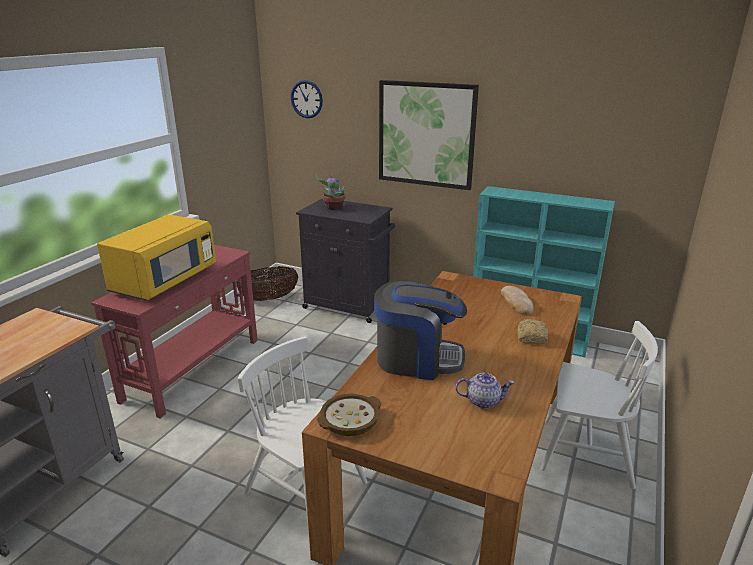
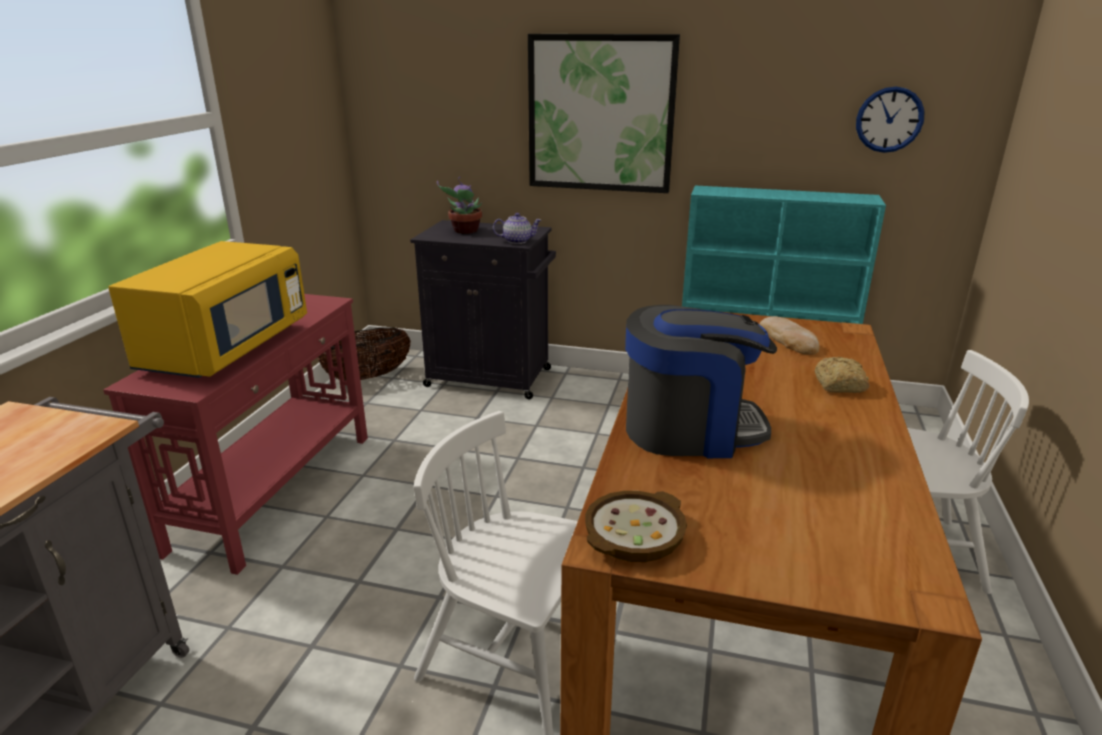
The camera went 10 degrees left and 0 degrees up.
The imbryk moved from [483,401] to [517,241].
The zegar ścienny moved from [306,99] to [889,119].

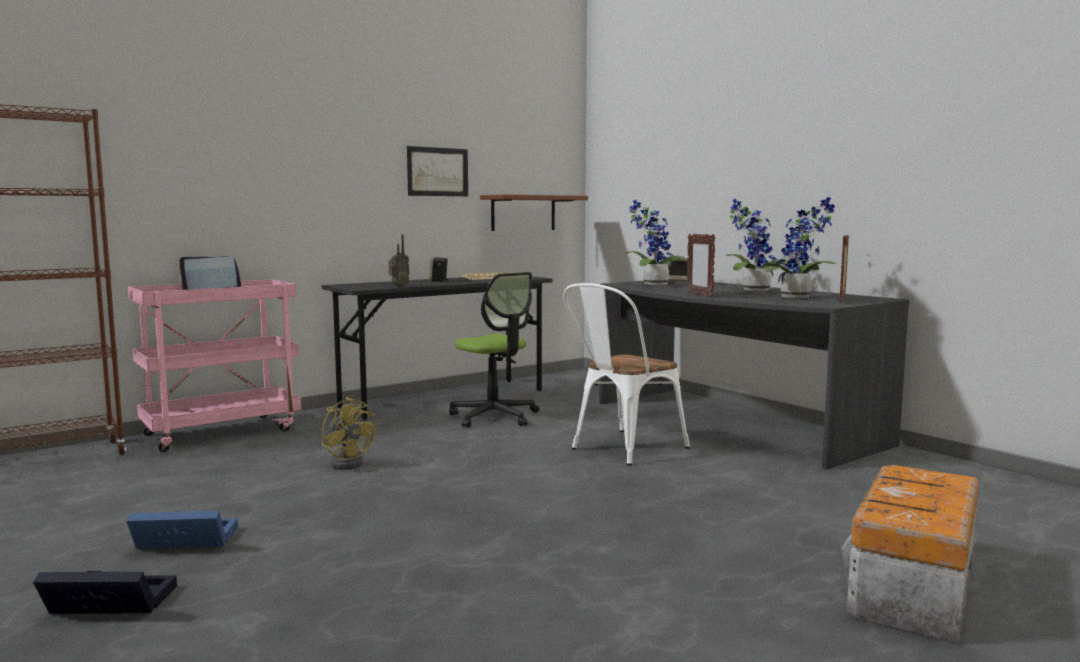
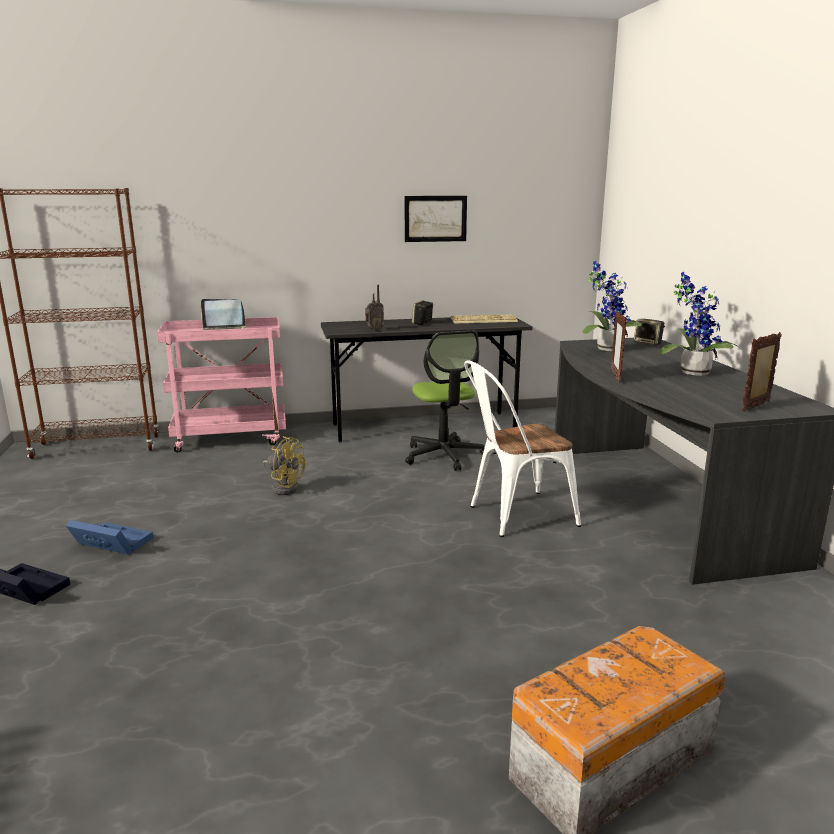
The camera went 25 degrees right and 10 degrees up.
The wentylator [żółty] at [349,462] turned 45 degrees counterclockwise.
The półka [brązowy] at [523,213] disappeared.
The roślina doniczkowa at [799,297] disappeared.

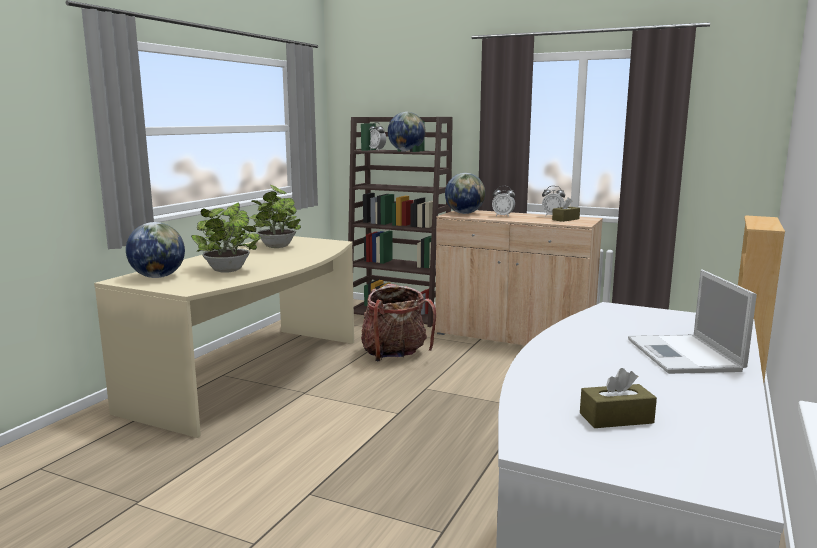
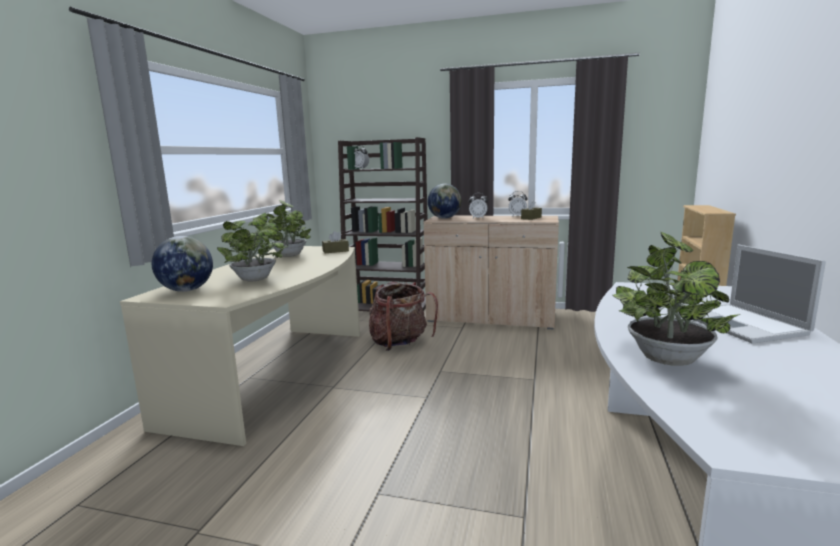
The camera went 10 degrees left and 0 degrees up.
The pudełko chusteczek [brązowy] moved from [616,418] to [335,251].
The roślina doniczkowa at [666,356] appeared.
The globus at [406,151] disappeared.

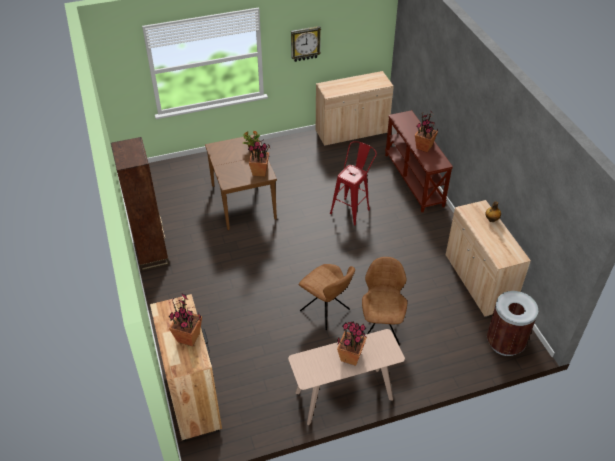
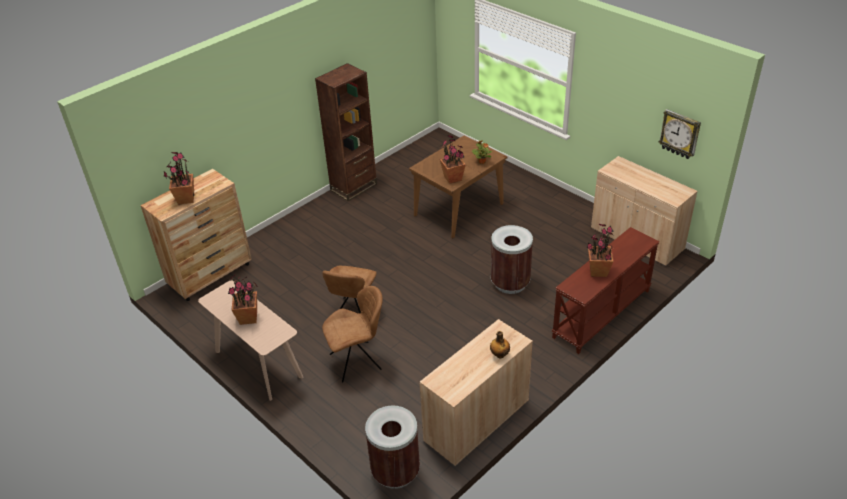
The camera went 65 degrees right and 5 degrees down.
The stołek [czerwony] at [352,209] was replaced by the kosz na śmieci [brązowy] at [510,283].
The zegar ścienny moved from [305,43] to [680,134].

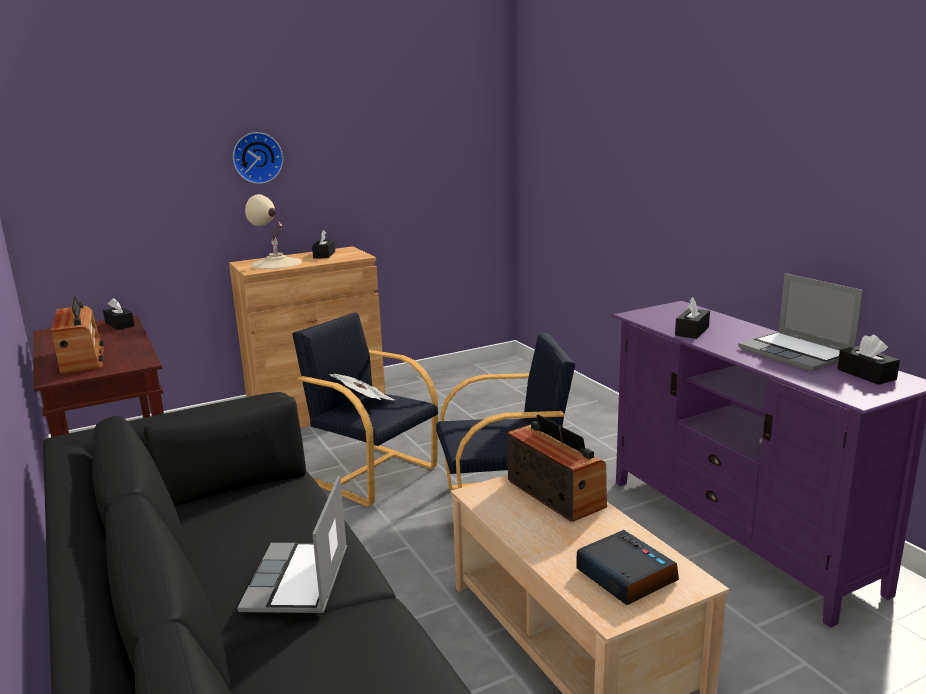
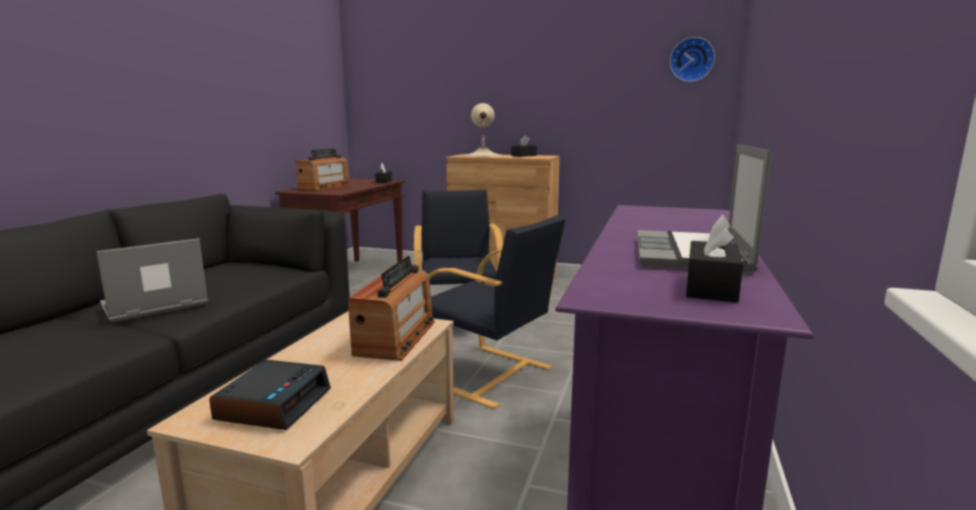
The camera went 45 degrees right and 5 degrees down.
The zegar ścienny moved from [257,157] to [692,60].
The gazeta at [363,402] disappeared.
The pudełko chusteczek [czarny] at [692,331] disappeared.

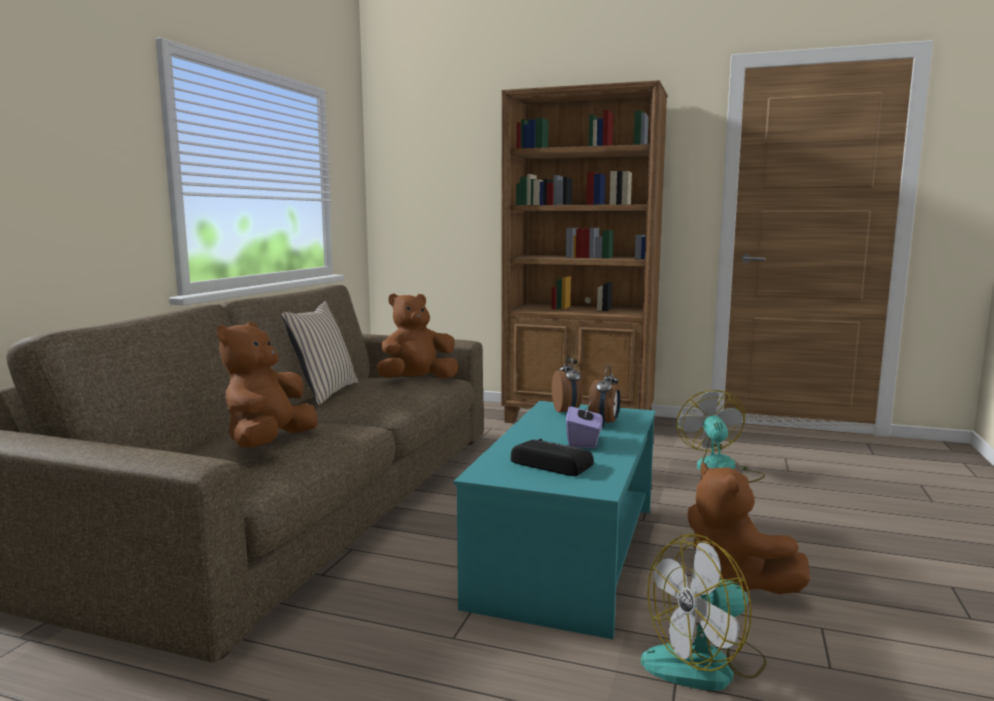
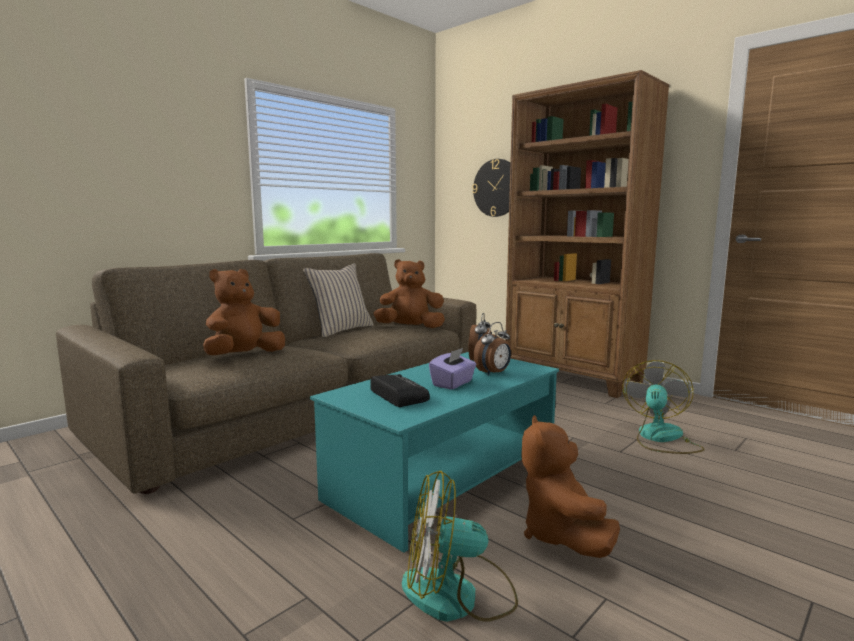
The camera went 25 degrees right and 0 degrees up.
The zegar ścienny at [496,188] appeared.

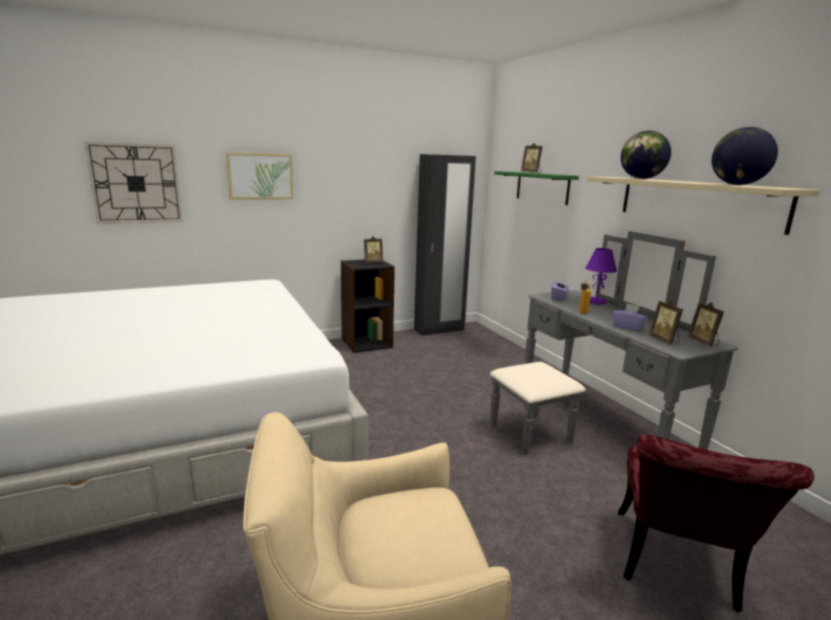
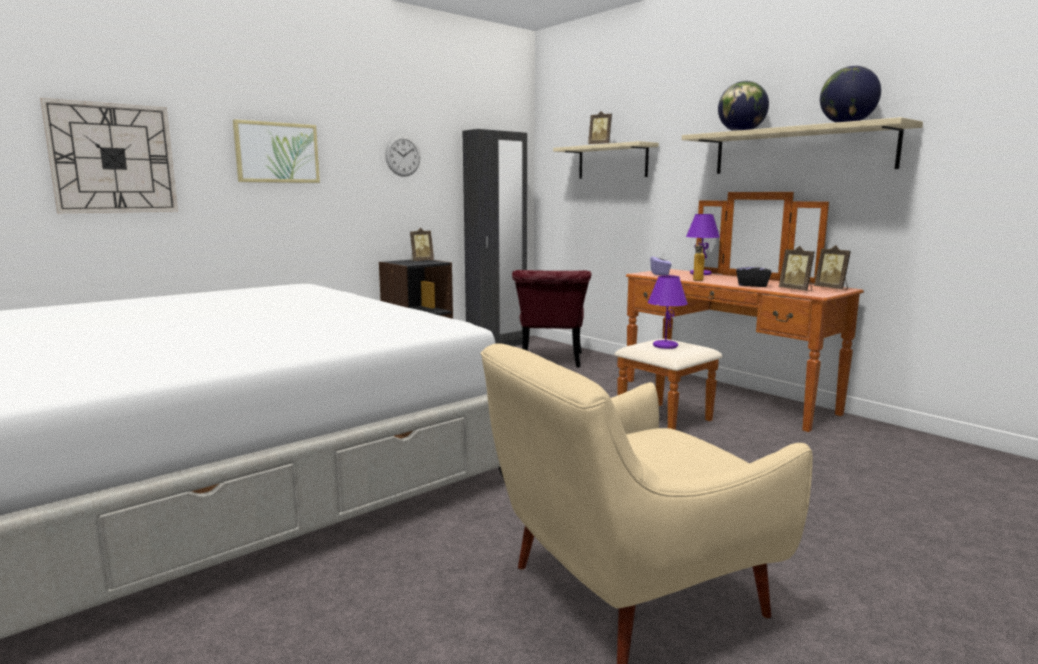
The camera went 15 degrees left and 5 degrees down.
The zegar ścienny at [403,156] appeared.
The krzesło [czerwony] moved from [676,568] to [551,361].
The półka [zielony] at [542,187] became the półka [beżowy] at [612,162].
The komoda [szary] at [587,420] became the komoda [brązowy] at [713,401].
The lampa stołowa [fioletowy] at [665,346] appeared.
The pudełko chusteczek [fioletowy] at [628,327] became the pudełko chusteczek [czarny] at [753,285].

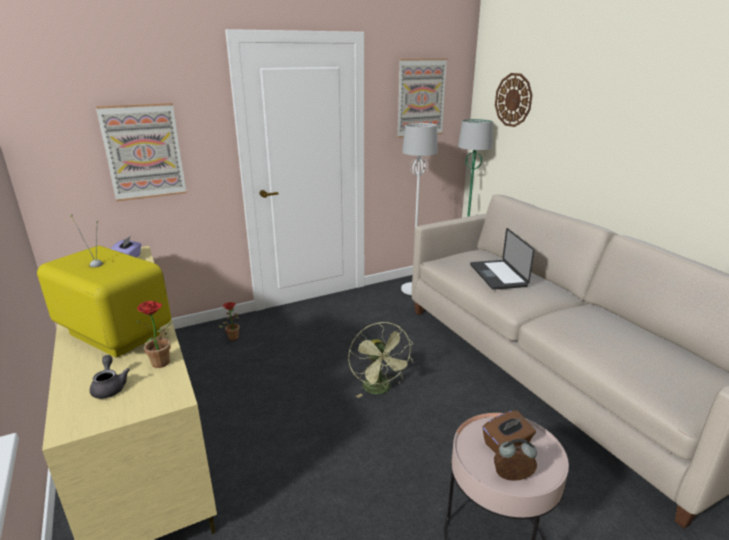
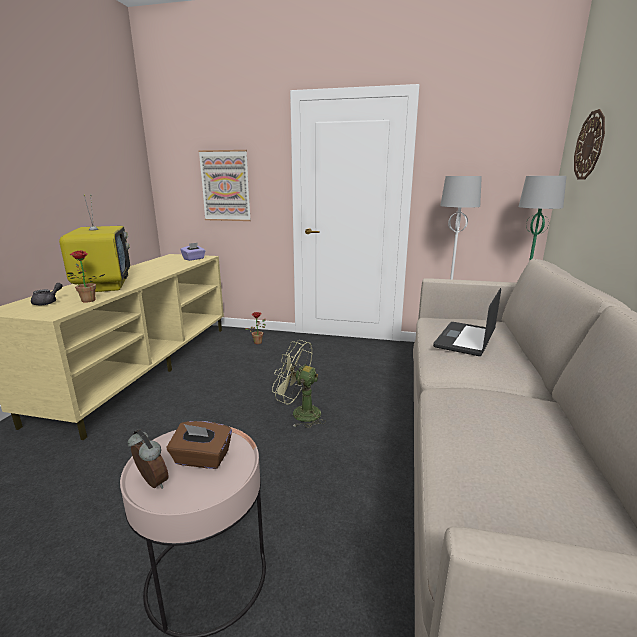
The camera went 40 degrees right and 5 degrees down.
The wentylator [zielony] at [380,389] turned 90 degrees clockwise.
The obraz at [421,98] disappeared.

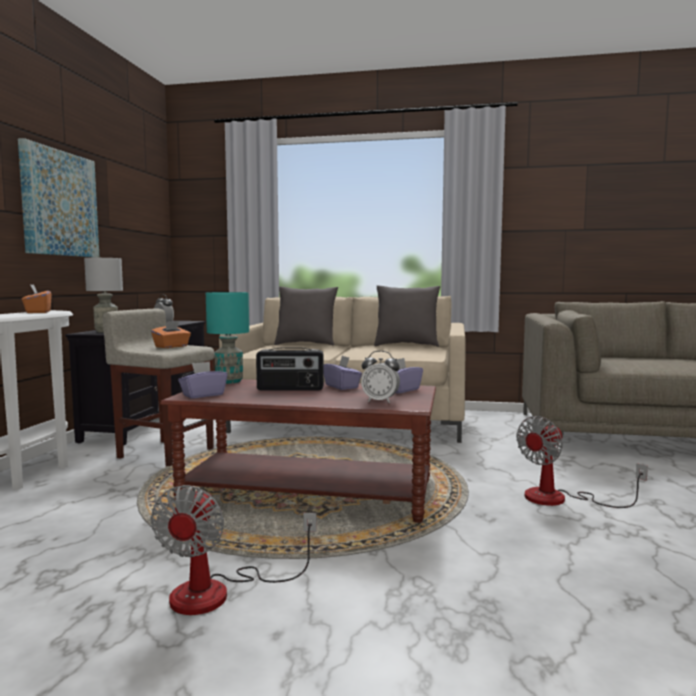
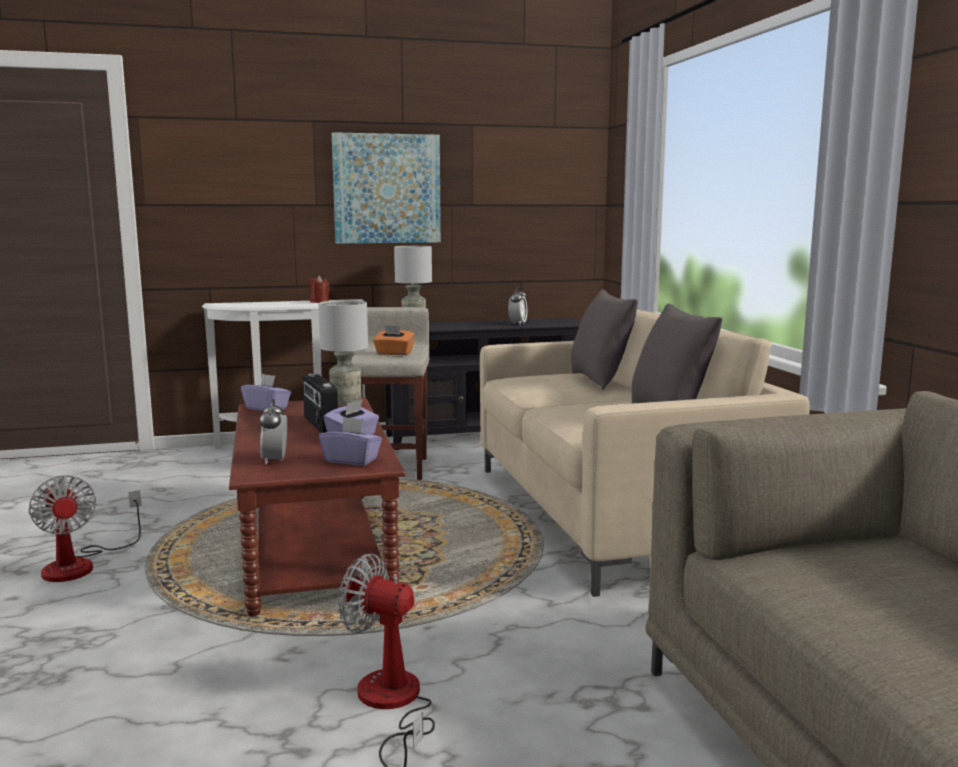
The camera went 65 degrees right and 5 degrees up.
The wentylator at [220,592] turned 105 degrees counterclockwise.
The pudełko chusteczek [pomarańczowy] at [37,312] was replaced by the świeca [czerwony] at [319,302].
The lampa stołowa [turkusowy] at [229,381] became the lampa stołowa [szary] at [346,403].

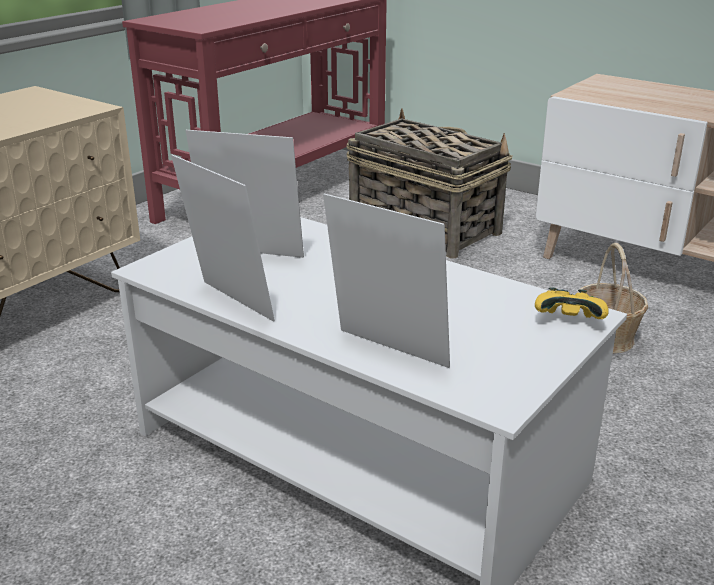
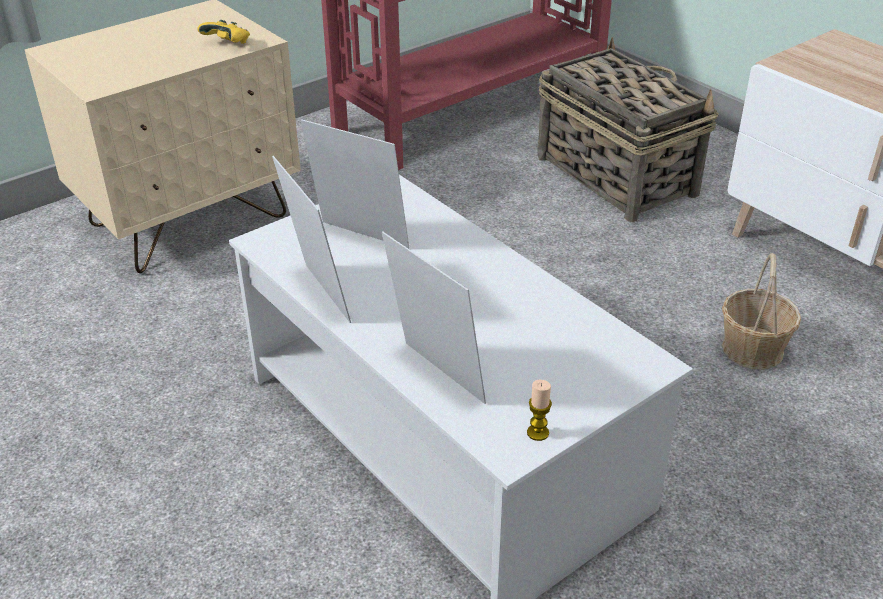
The camera went 15 degrees right and 10 degrees up.
The pad do gier [żółty] moved from [569,321] to [228,44].
The świeca at [538,433] appeared.

